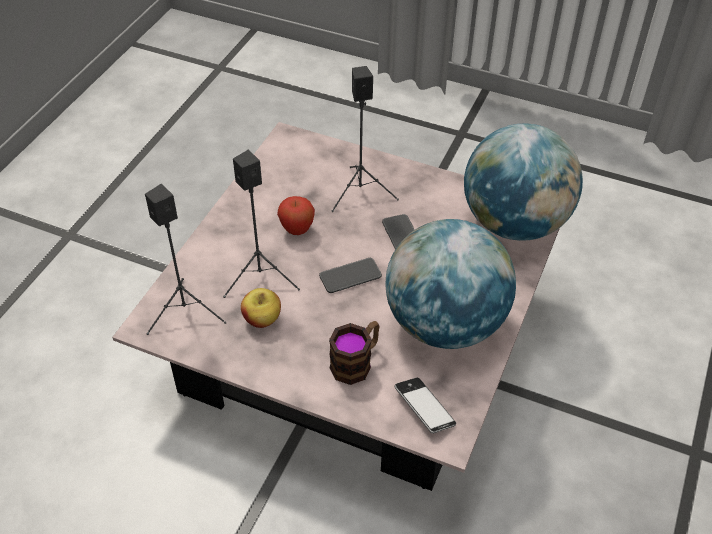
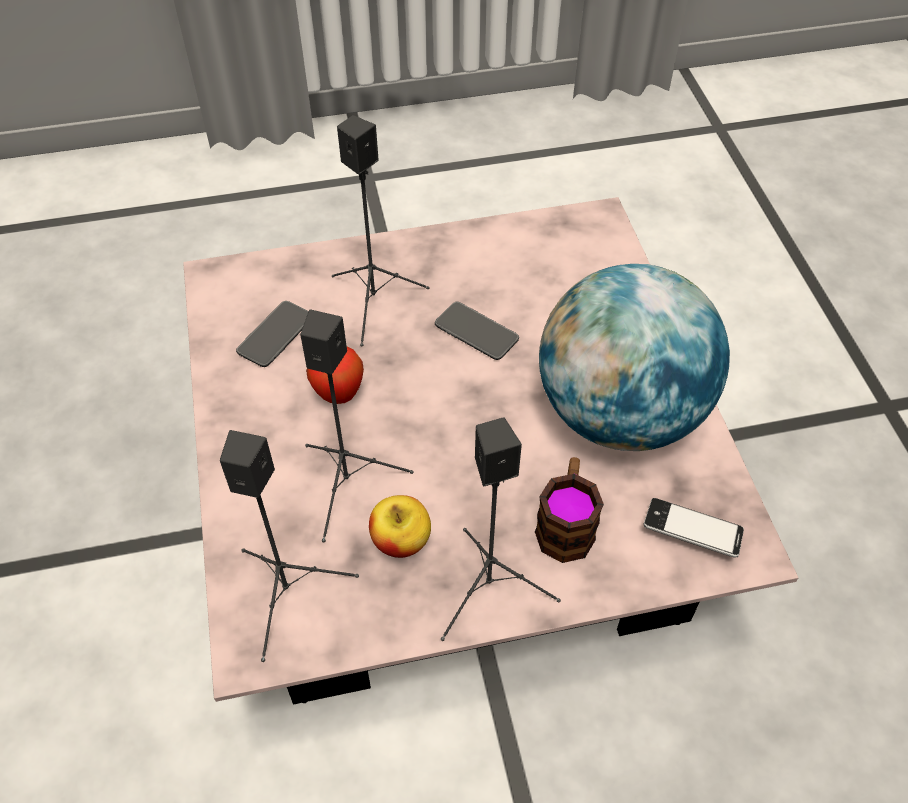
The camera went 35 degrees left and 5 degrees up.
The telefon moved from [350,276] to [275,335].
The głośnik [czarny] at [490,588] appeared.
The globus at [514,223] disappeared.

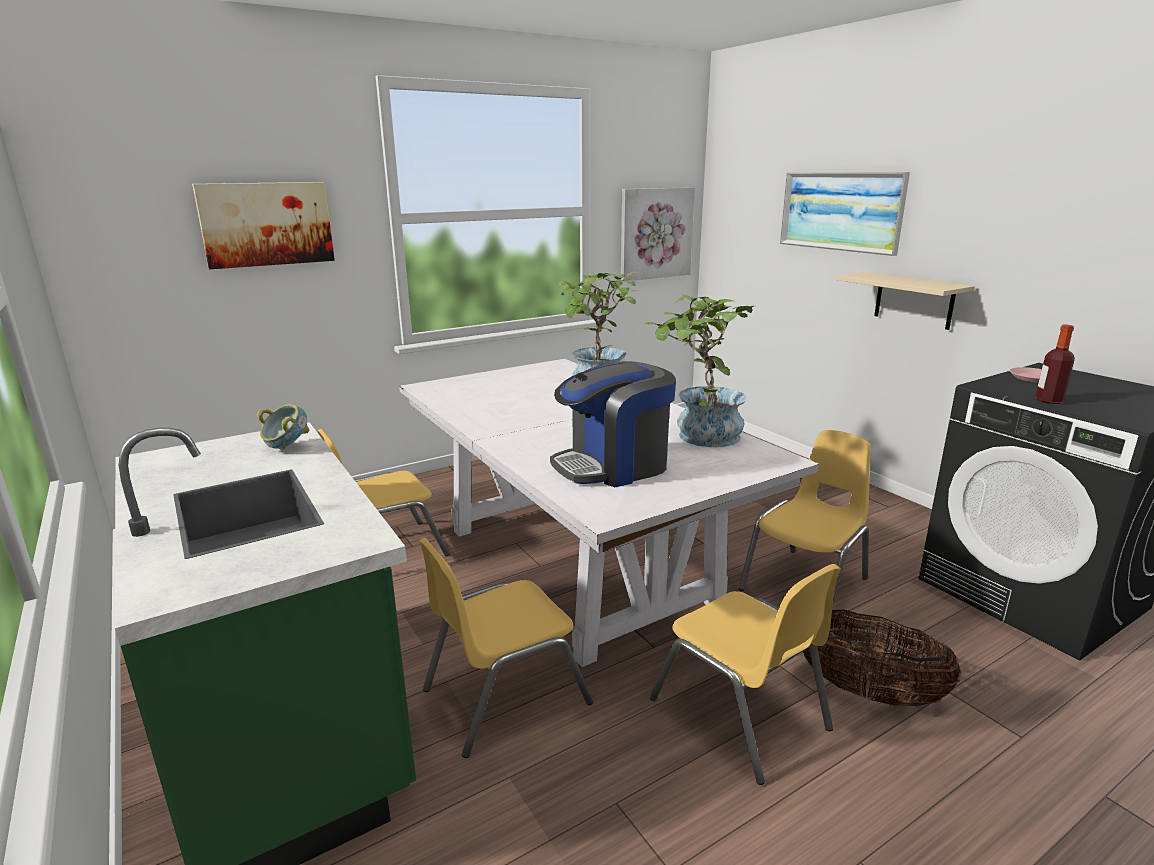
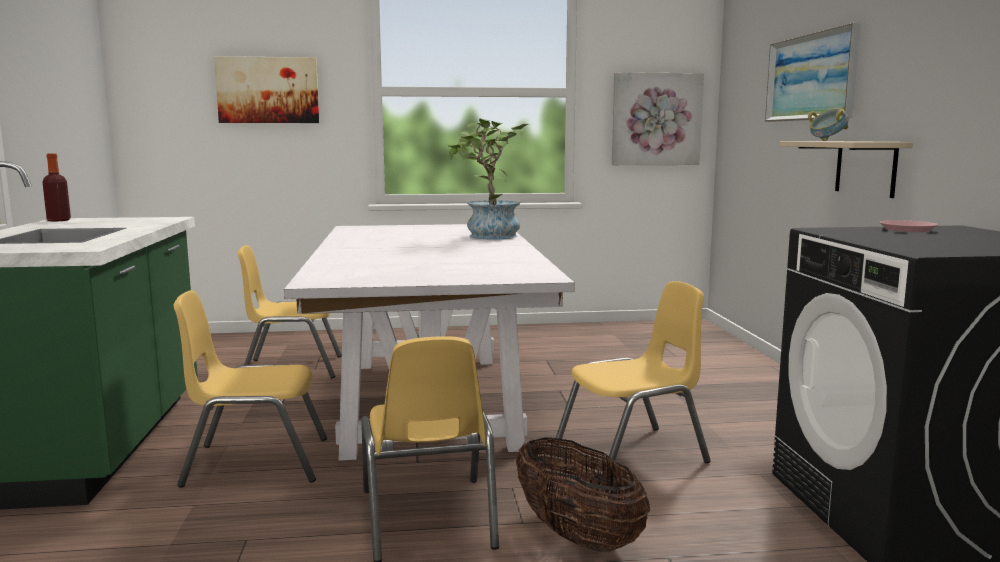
The camera went 25 degrees right and 10 degrees down.
The butelka moved from [1048,400] to [59,220].
The miska moved from [286,447] to [826,141].
The ekspres do kawy at [613,466] disappeared.
The roślina doniczkowa at [699,436] disappeared.

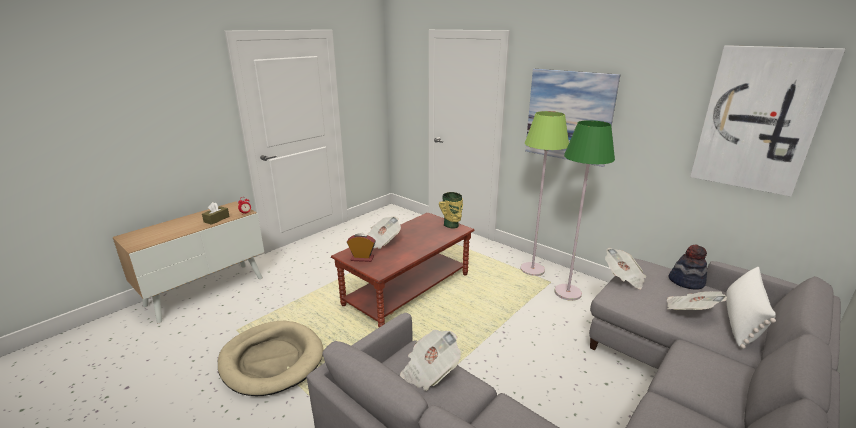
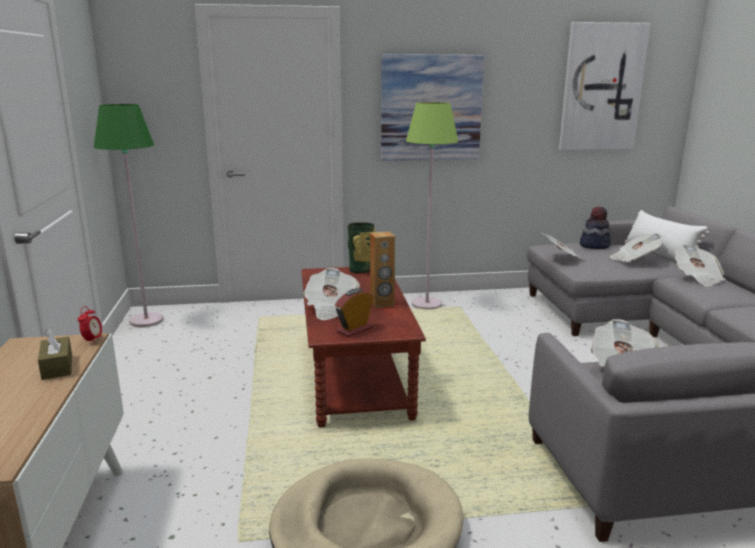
The camera went 50 degrees left and 5 degrees down.
The lampa stojąca [zielony] moved from [567,292] to [146,321].
The głośnik [brązowy] at [382,304] appeared.
The gazeta at [697,278] appeared.

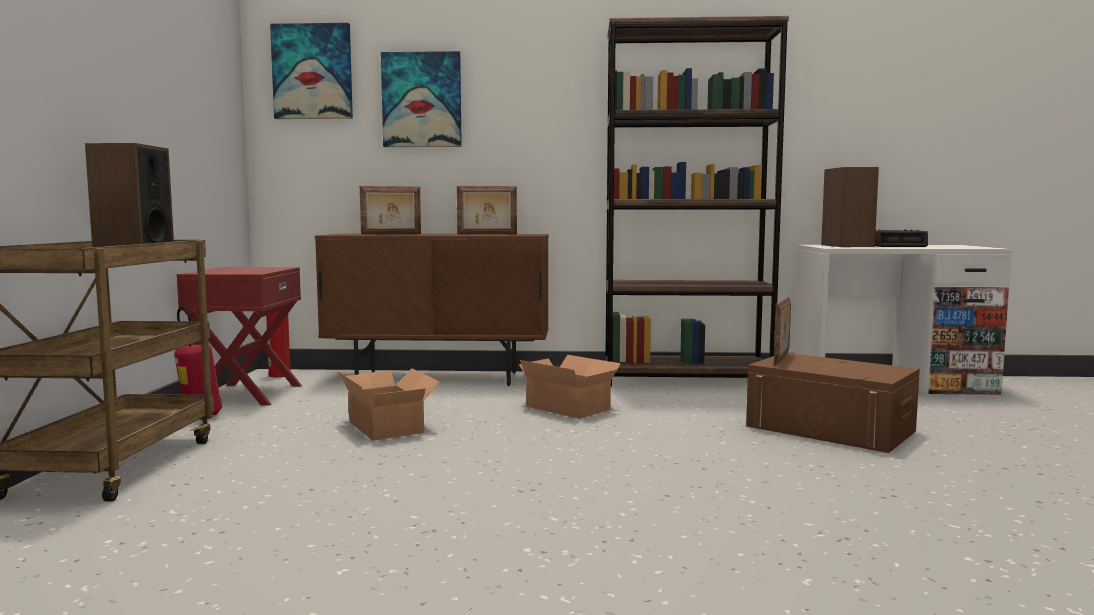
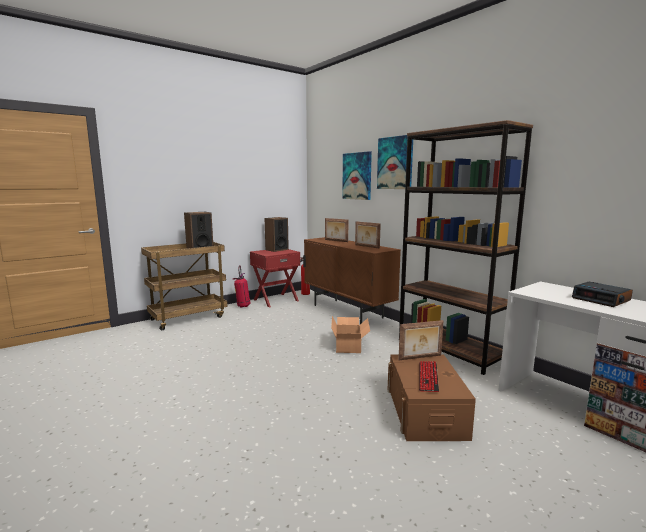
The camera went 50 degrees right and 5 degrees up.
The głośnik moved from [847,246] to [276,249].
The obraz moved from [312,72] to [395,163].
The klawiatura at [428,377] appeared.
The karton at [388,426] disappeared.

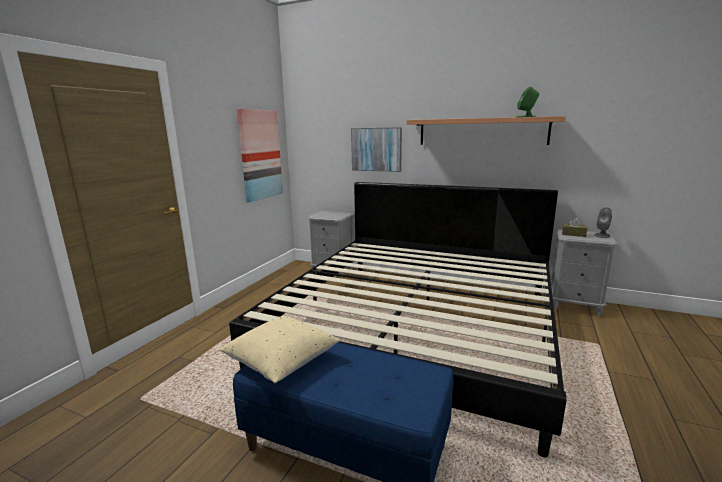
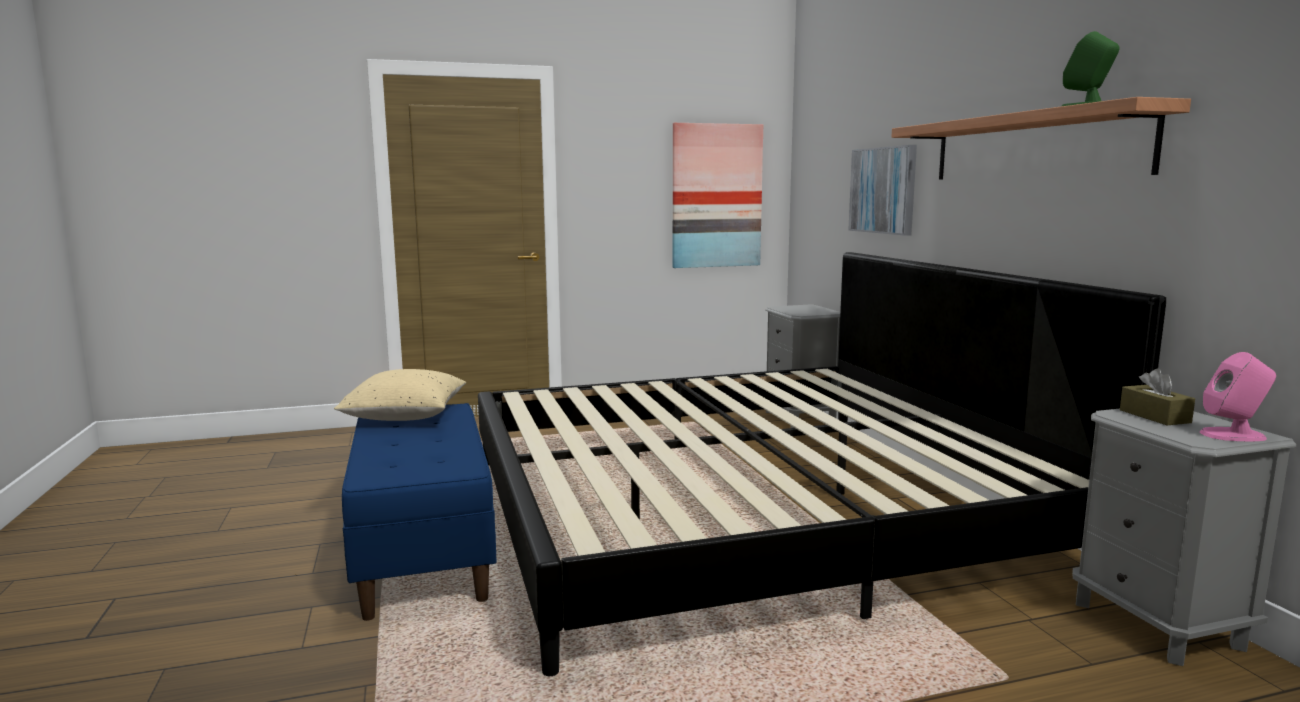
The camera went 50 degrees right and 5 degrees down.
The głośnik [szary] at [602,235] became the głośnik [różowy] at [1233,435].

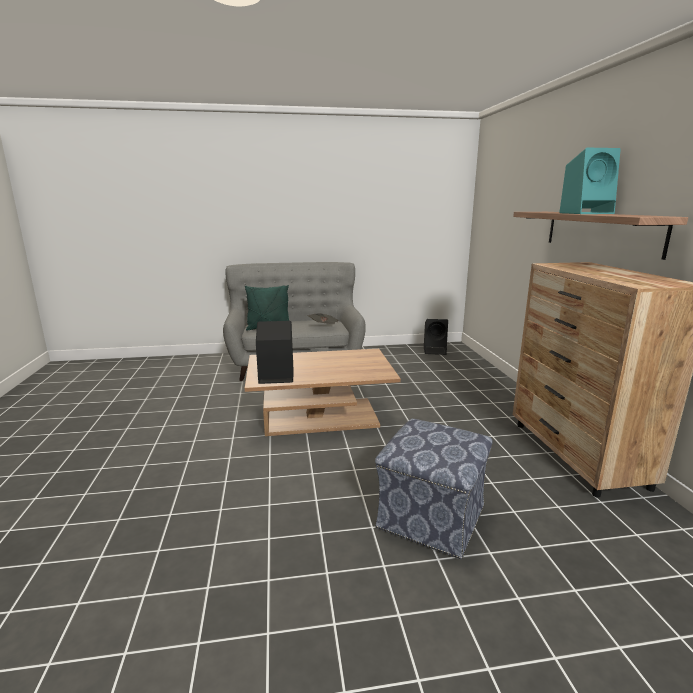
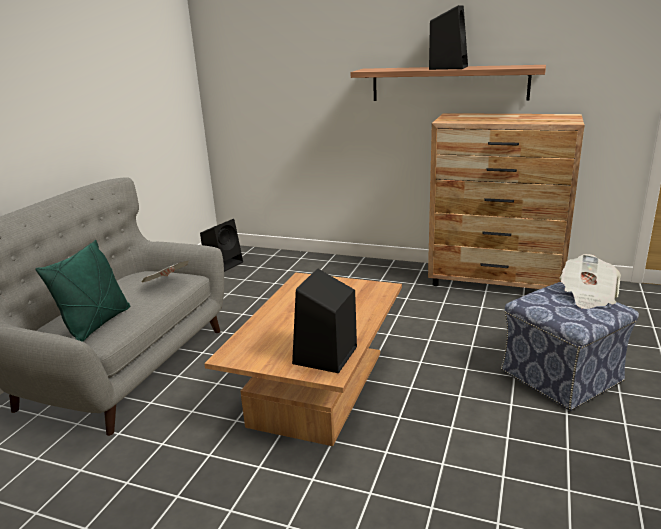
The camera went 60 degrees left and 5 degrees up.
The głośnik [turkusowy] at [586,213] became the głośnik [czarny] at [448,67].
The gazeta at [587,296] appeared.

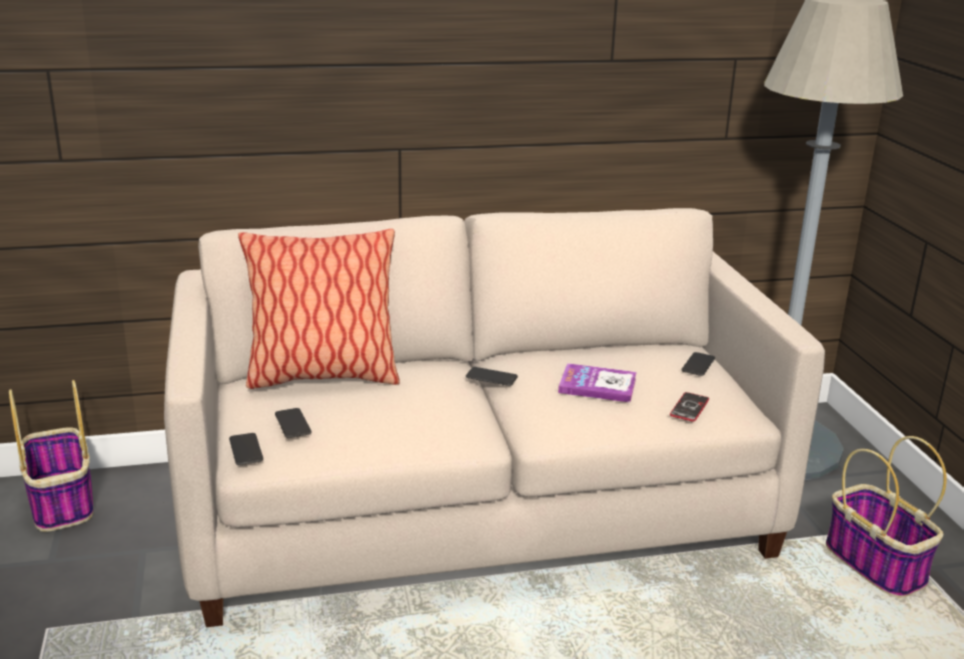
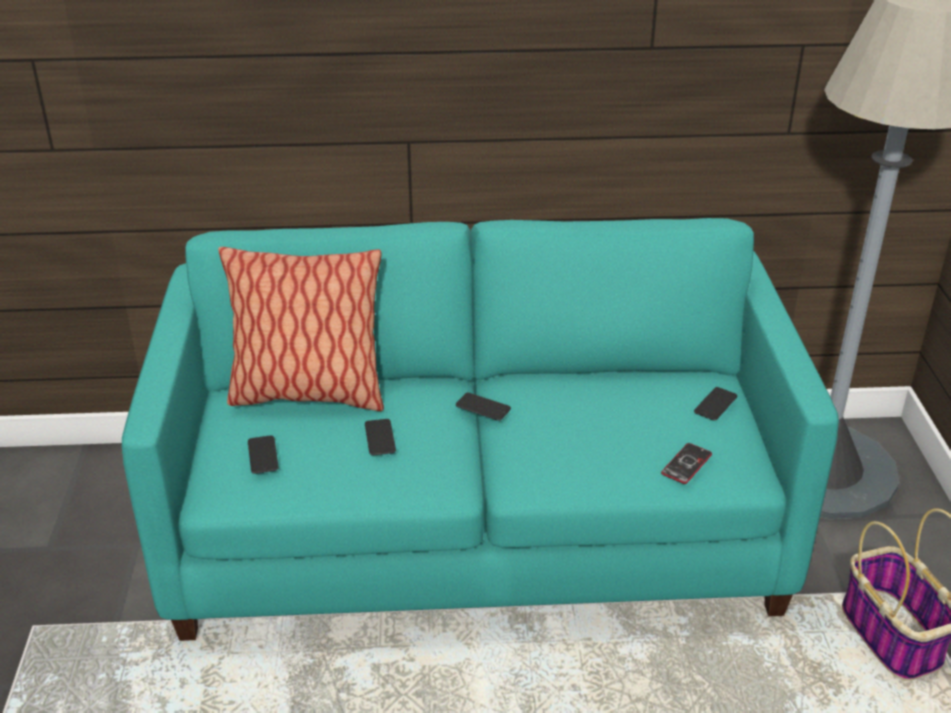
The camera went 10 degrees right and 10 degrees up.
The kanapa [beżowy] at [479,512] became the kanapa [turkusowy] at [477,529].
The telefon moved from [246,450] to [380,438].
The koszyk at [62,503] disappeared.
The książka at [597,385] disappeared.

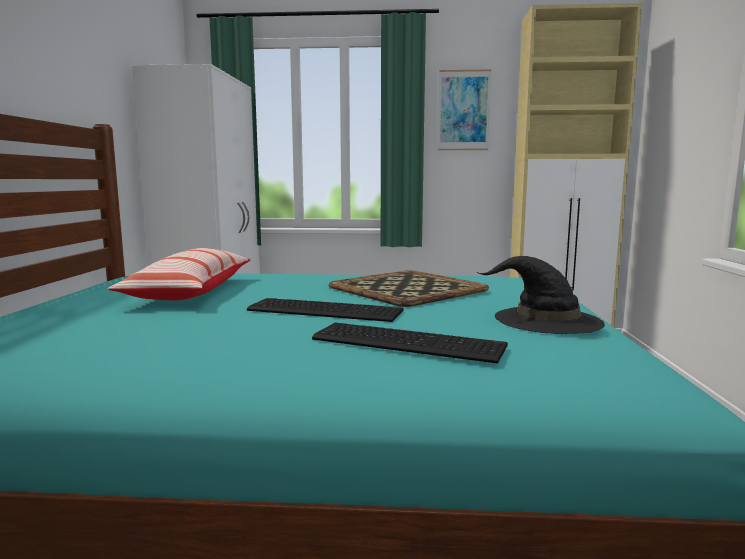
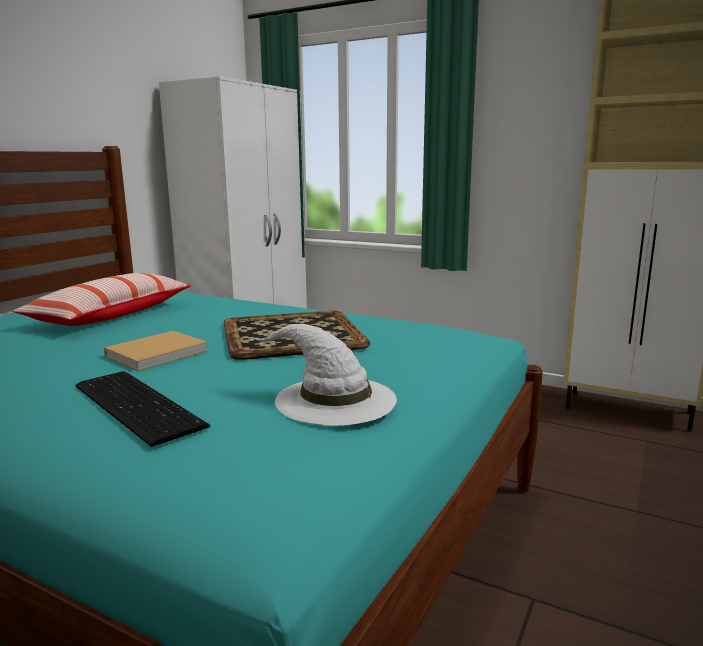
The camera went 25 degrees right and 5 degrees up.
The klawiatura at [324,310] was replaced by the książka [beżowy] at [160,353].
The kapelusz [czarny] at [546,320] became the kapelusz [biały] at [333,399].
The obraz at [463,110] disappeared.

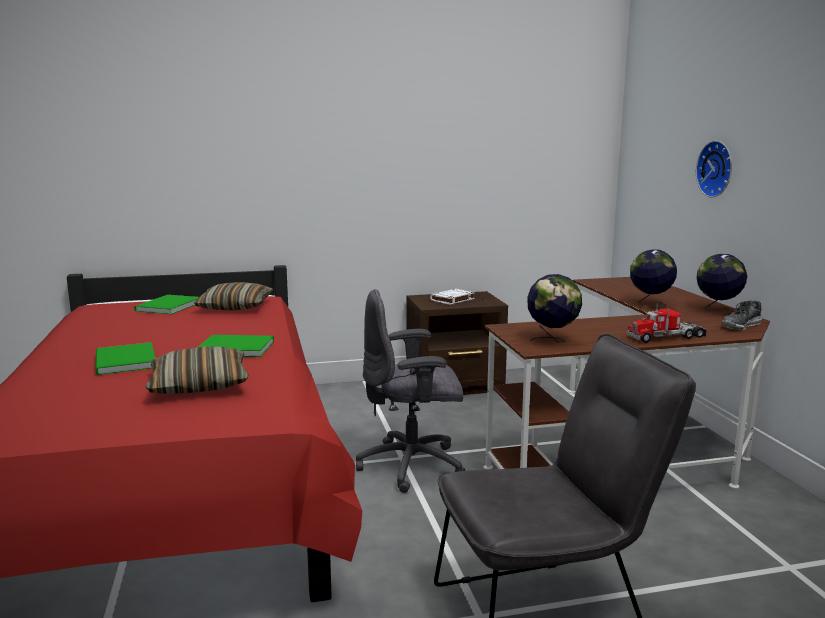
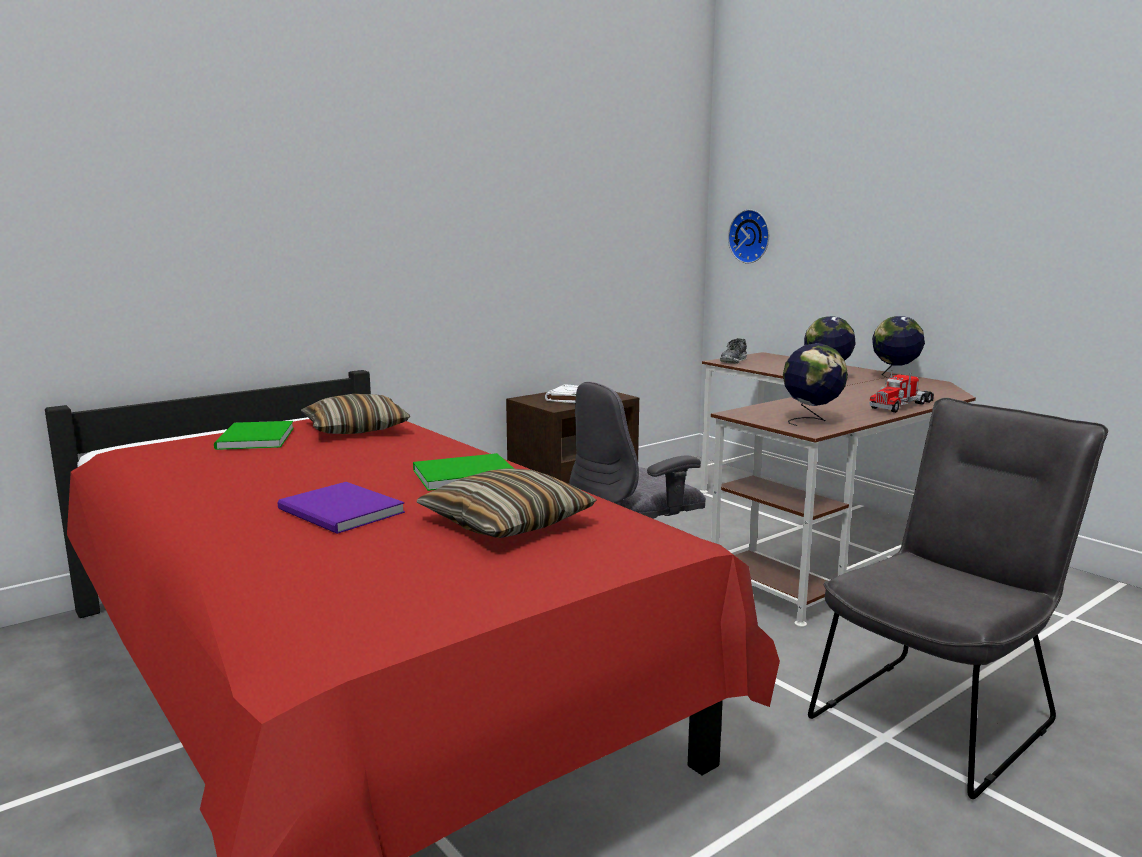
The camera went 25 degrees left and 0 degrees up.
The książka [zielony] at [123,362] became the książka [fioletowy] at [340,512].
The but moved from [741,325] to [734,361].
The zegar ścienny moved from [717,169] to [751,236].

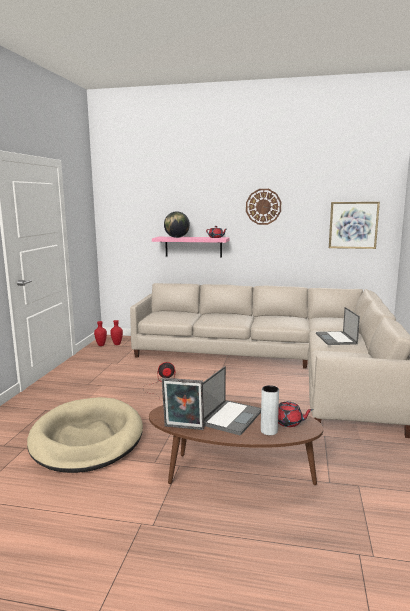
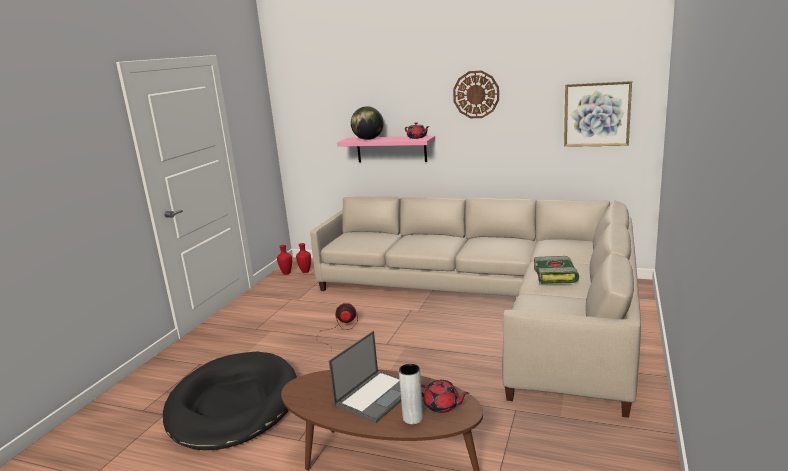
The camera went 10 degrees right and 5 degrees up.
The legowisko [beżowy] at [87,439] became the legowisko [czarny] at [233,404].
The laptop at [336,339] was replaced by the książka at [556,276].
The ramka na zdjęcie at [183,428] disappeared.

